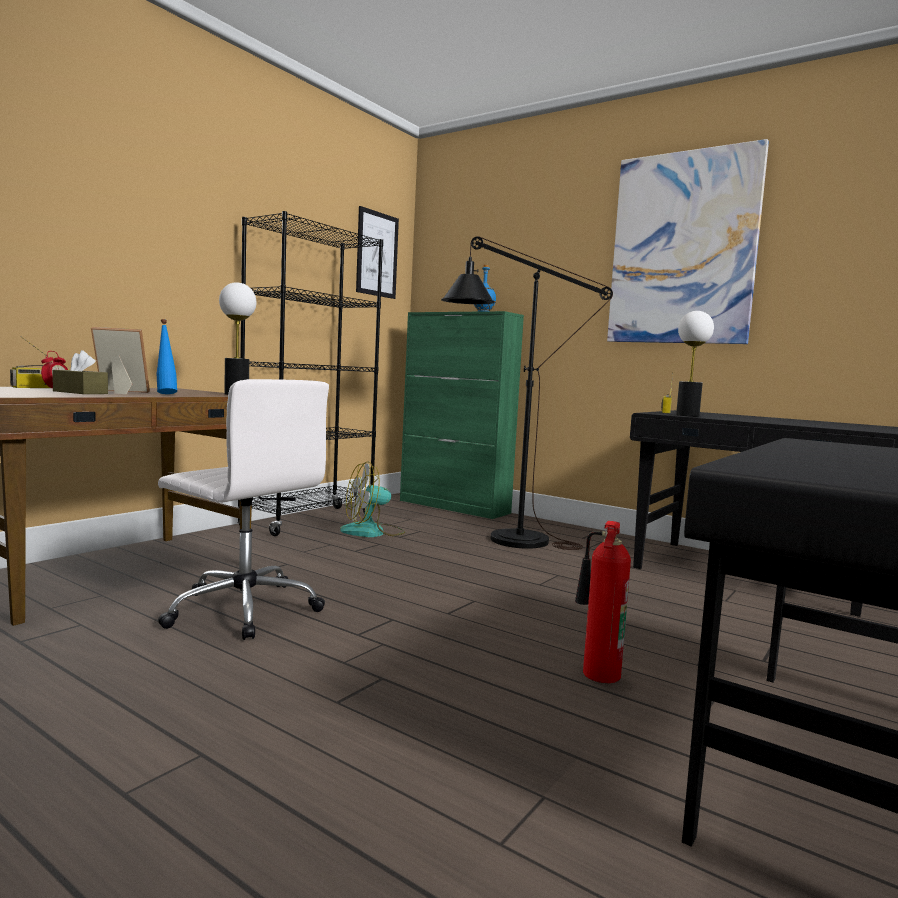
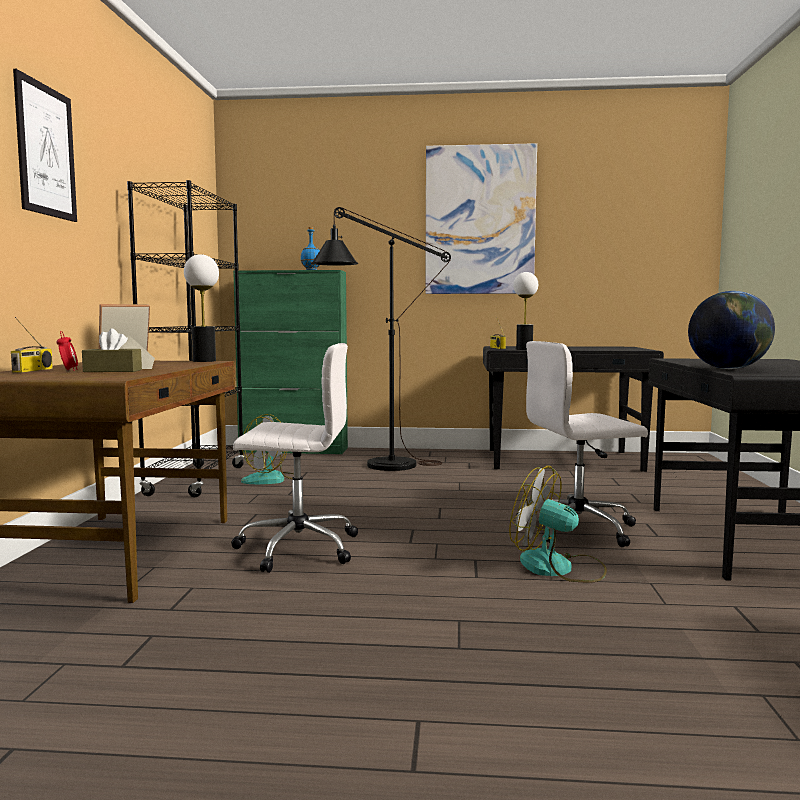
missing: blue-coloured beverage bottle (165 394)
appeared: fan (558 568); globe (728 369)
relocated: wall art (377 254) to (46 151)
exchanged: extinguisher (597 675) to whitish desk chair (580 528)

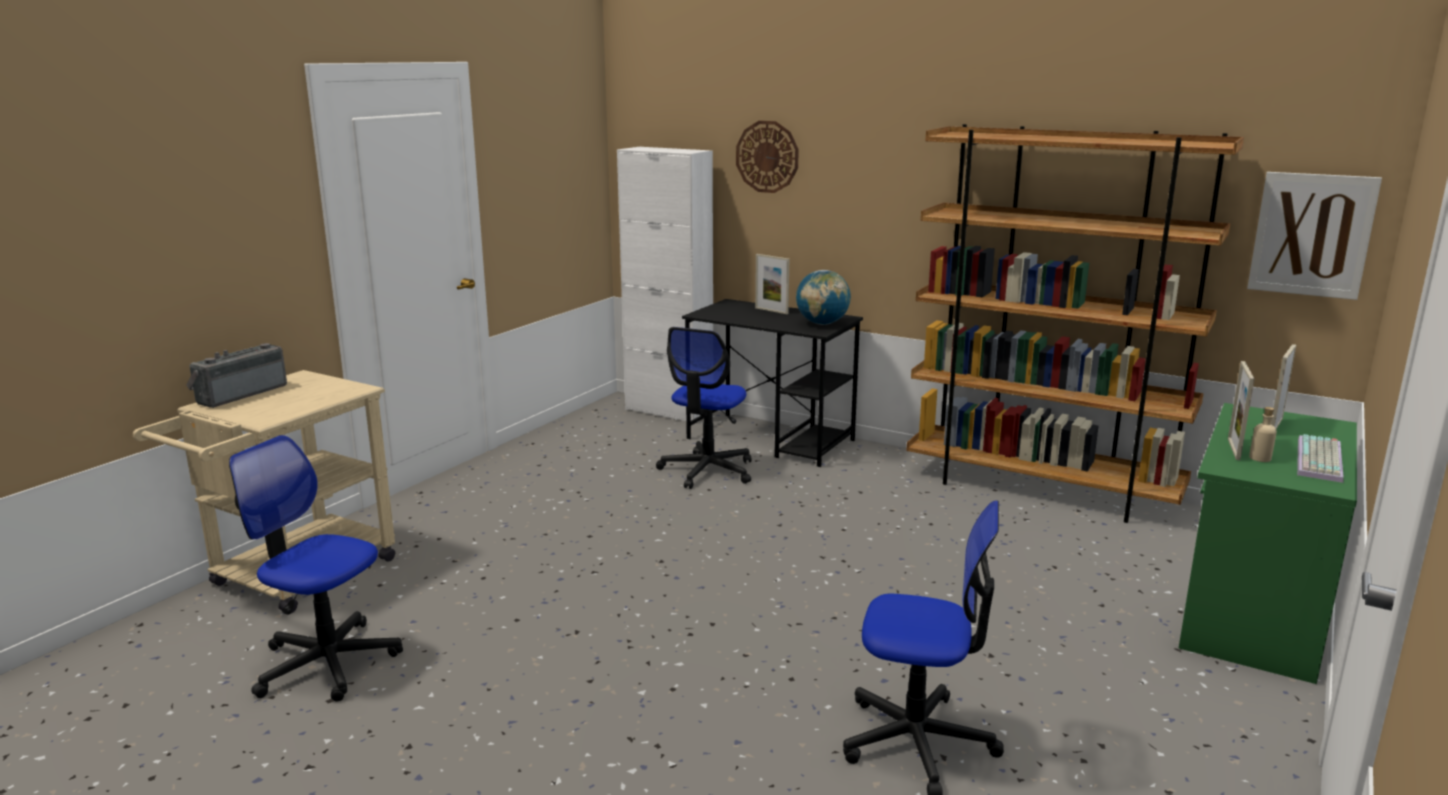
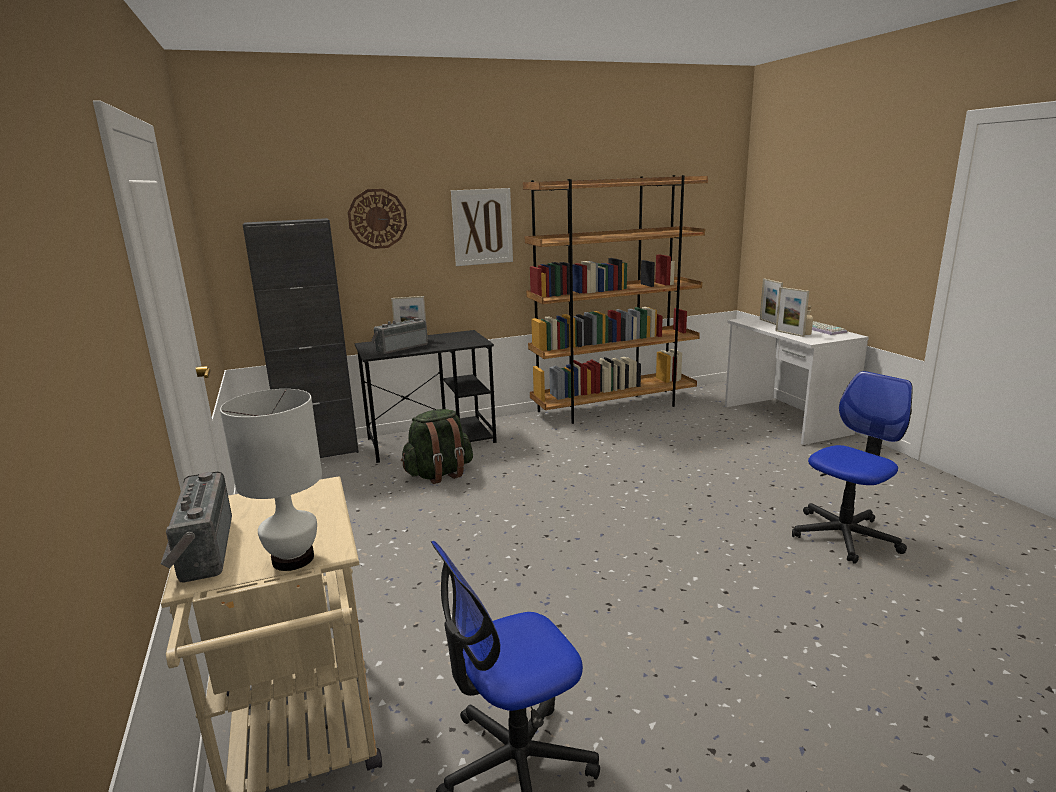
missing: globe (822 324)
appeared: whitish tabletop lamp (294 559); radio receiver (401 348)
relocated: wall art (1311 235) to (482 227)
exchanged: desk chair (707 471) to greenish backpack (439 474)
colour: whitish cabinet (669 411) to black cabinet (320 452); greenish desk table (1251 611) to whitish desk table (784 419)

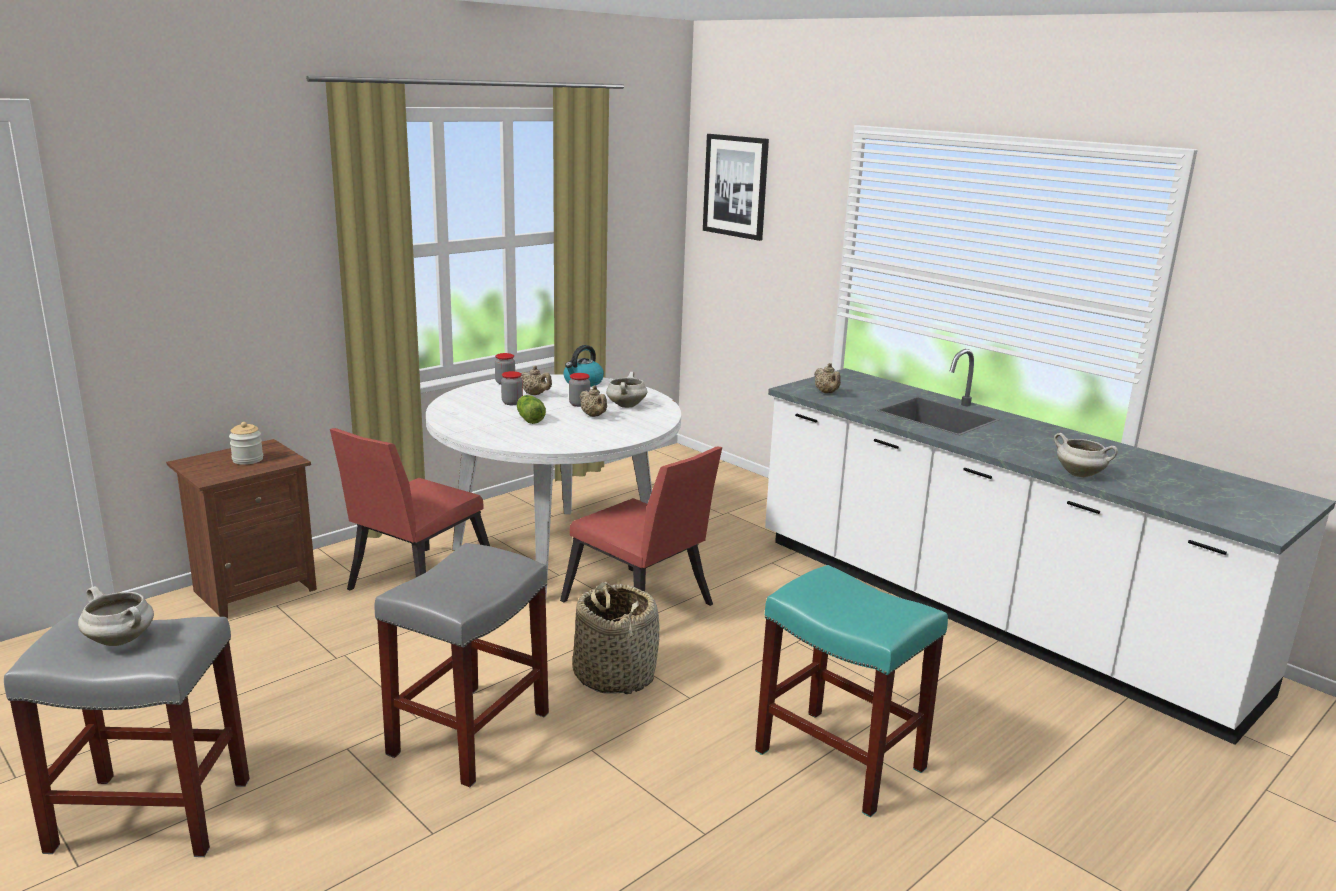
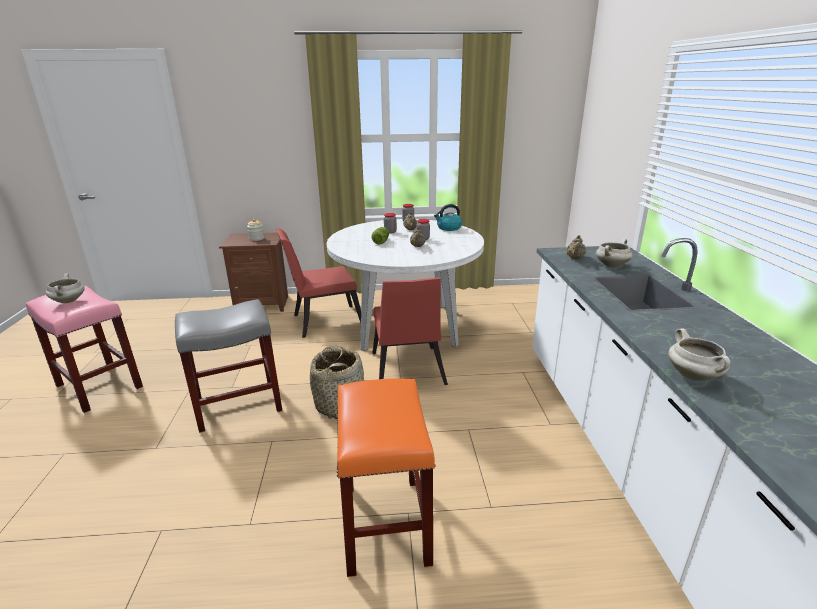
missing: wall art (736 186)
relocated: whitish stockpot (626 405) to (611 265)
colour: greyish stool seat (154 814) to pink-coloured stool seat (100 386); blue-green stool seat (842 760) to orange stool seat (386 525)

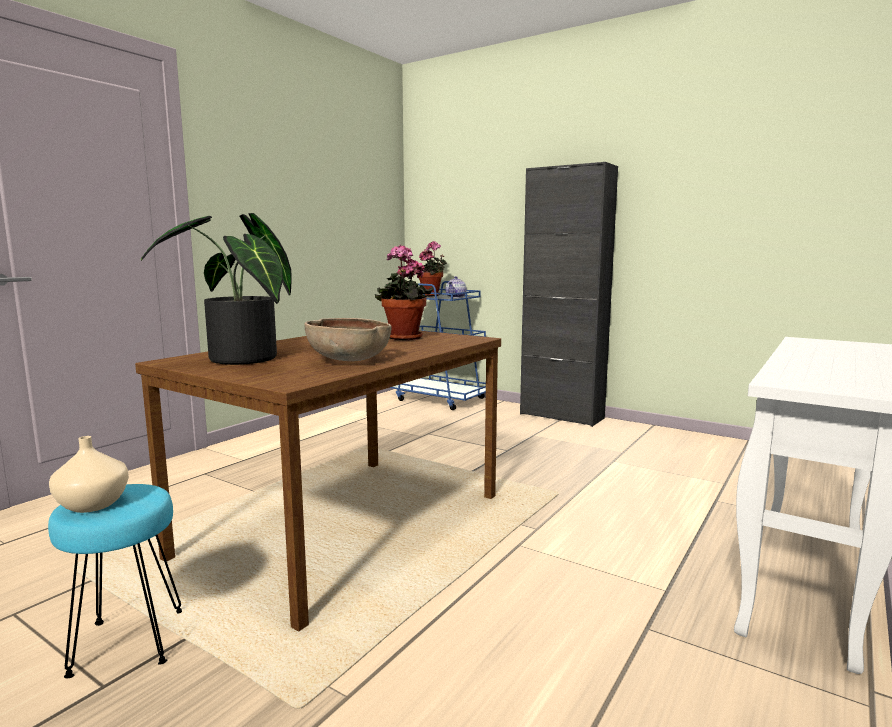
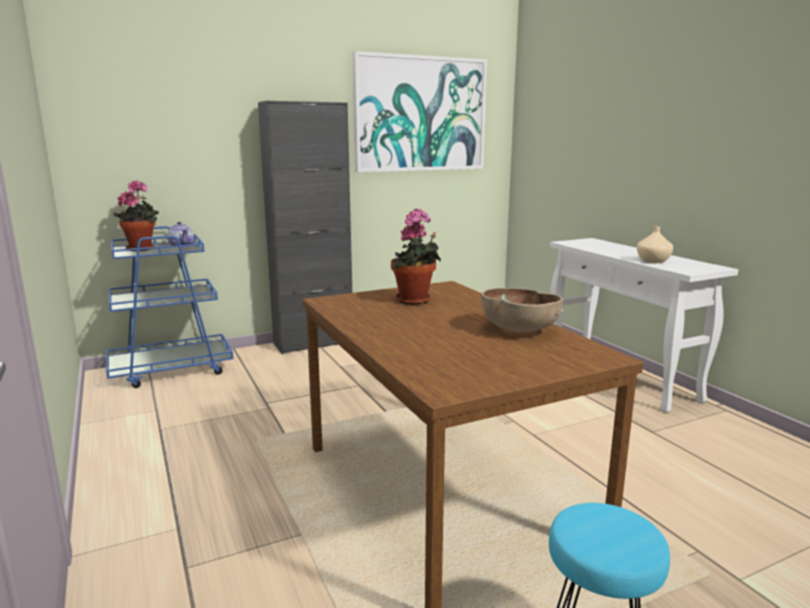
missing: potted plant (241 360)
appeared: wall art (420 114)
relocated: beige-coloured flower vase (93 505) to (653 261)

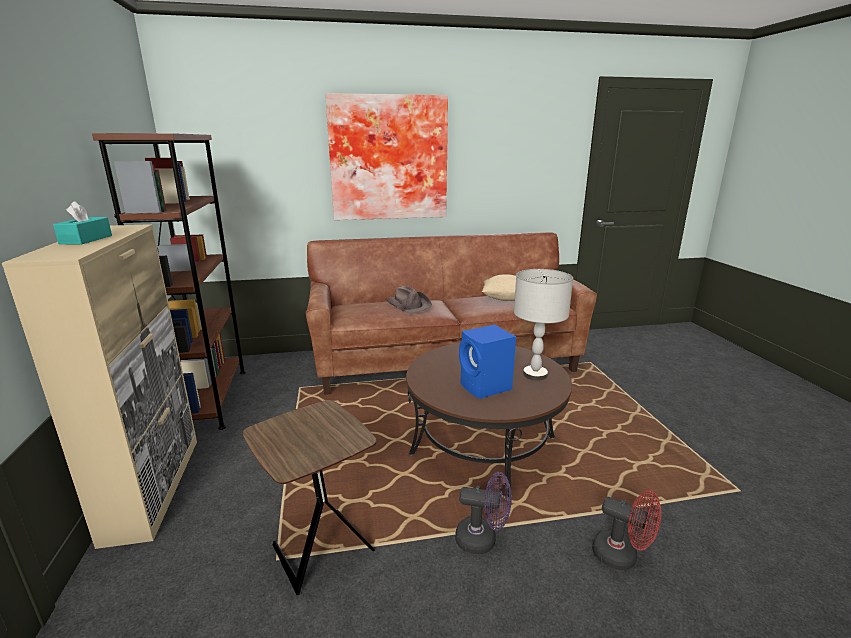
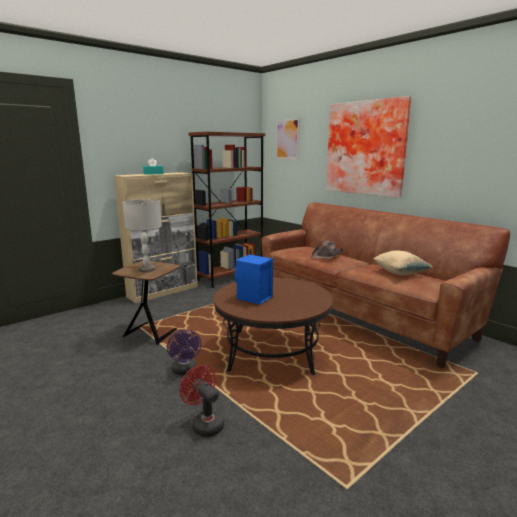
appeared: wall art (287 139)
relocated: greyish tabletop lamp (535 374) to (147 269)
spun: red-coloured fan (622 556) = (204 423) 135 degrees clockwise

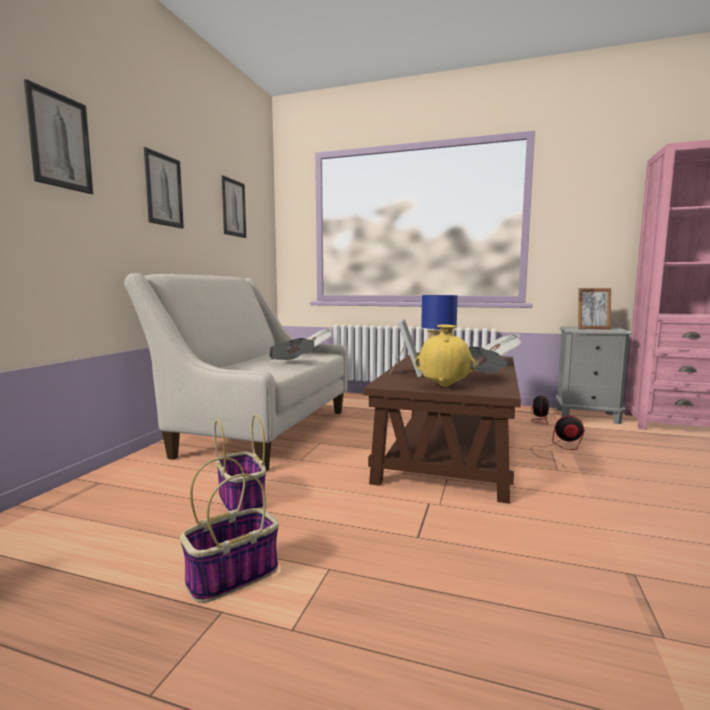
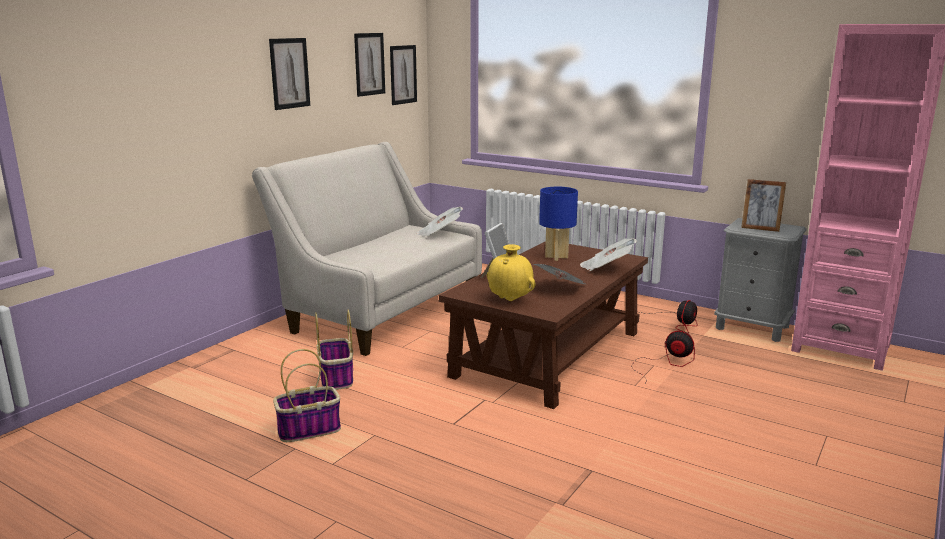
missing: daily paper (292 363)
relocated: wall art (60 141) to (403 74)

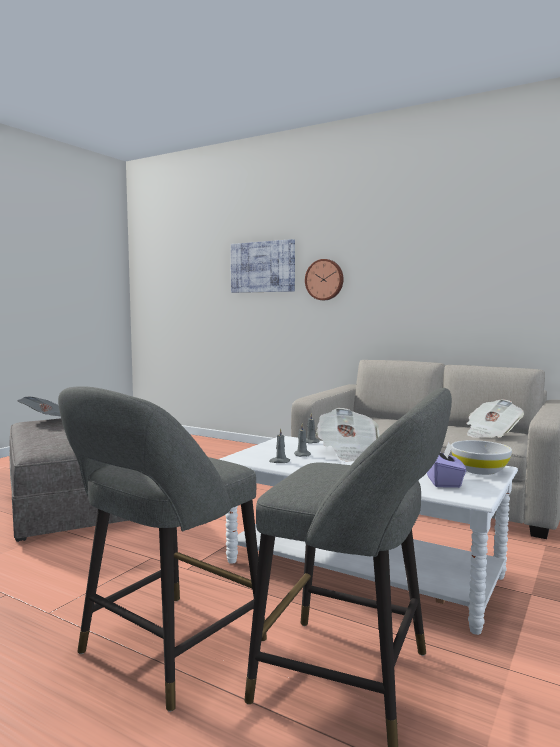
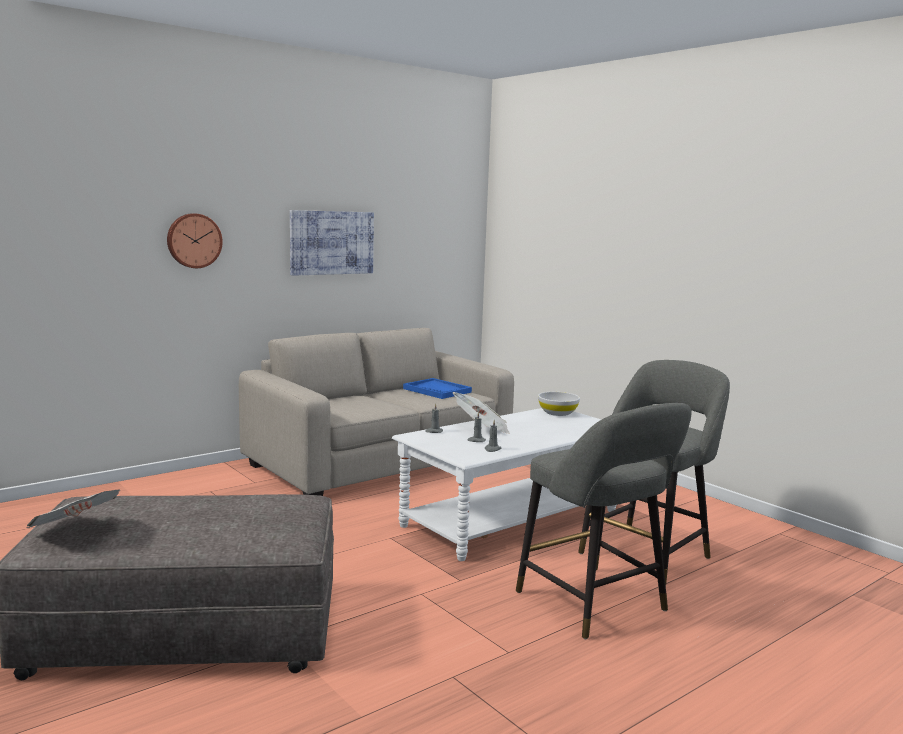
missing: purple tissue box (444 481)
relocated: wall art (262 267) to (331 242)
exchanged: daily paper (491 434) to blue-coloured carrying tray (437 390)

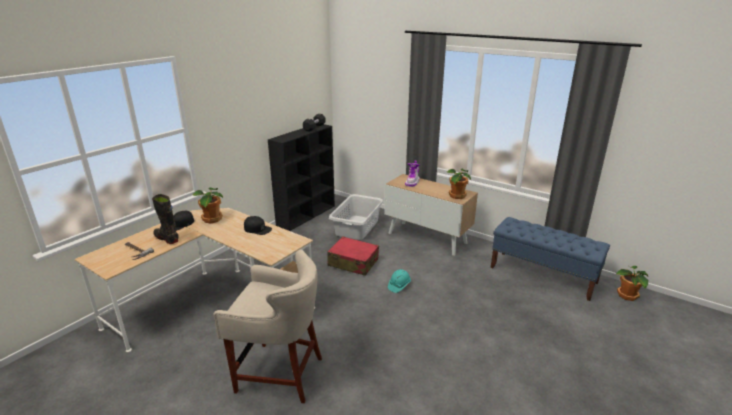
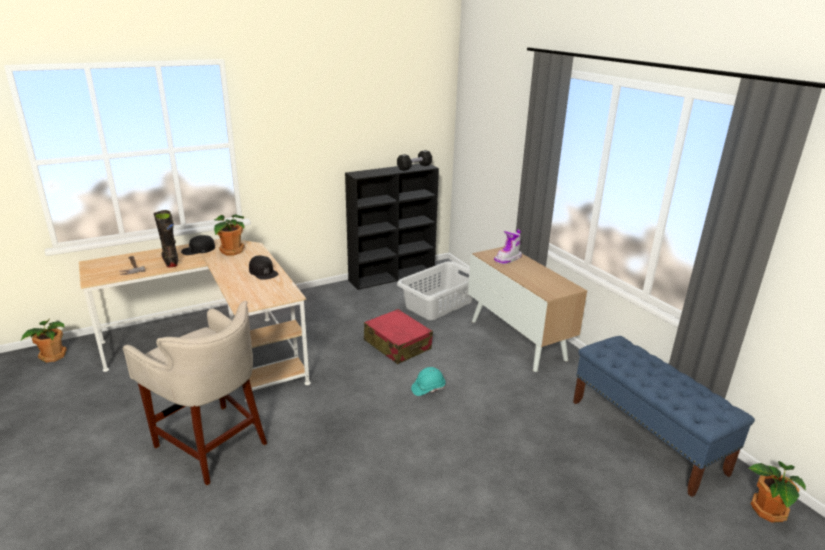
relocated: potted plant (456 196) to (52 356)

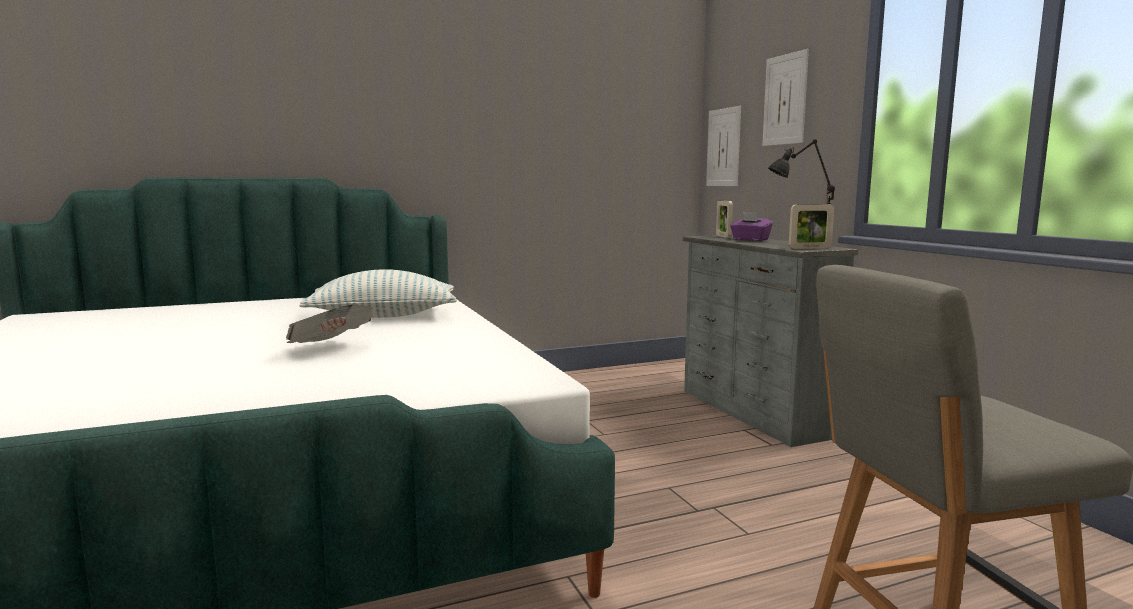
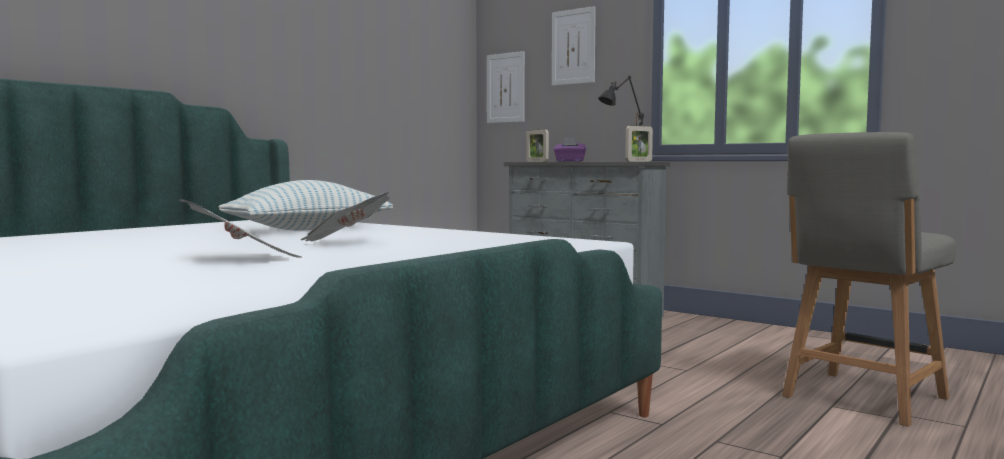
appeared: daily paper (243 260)

